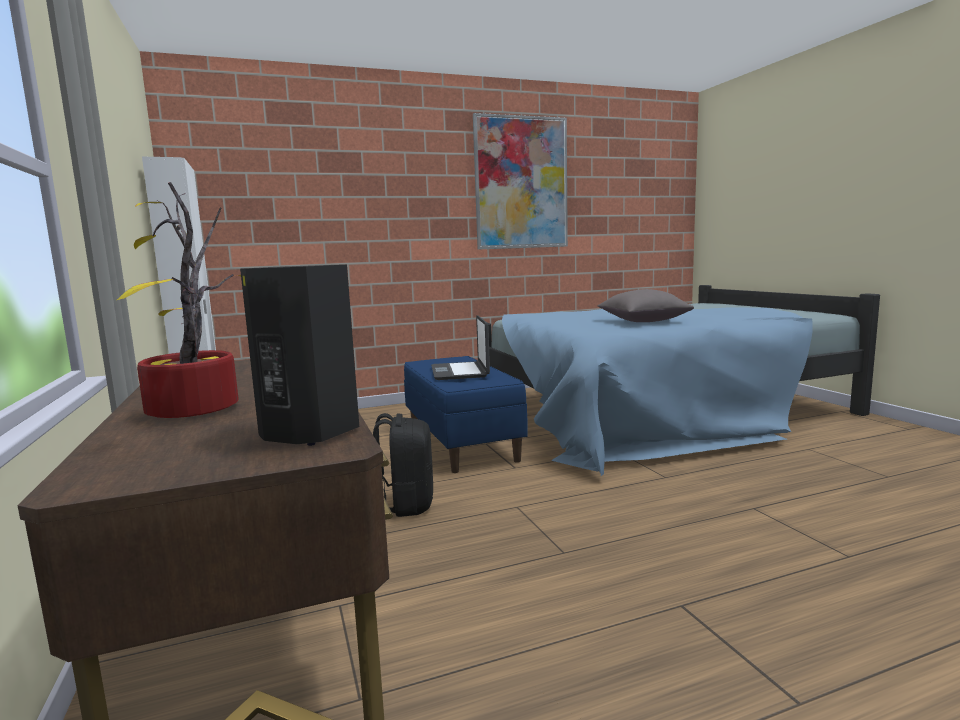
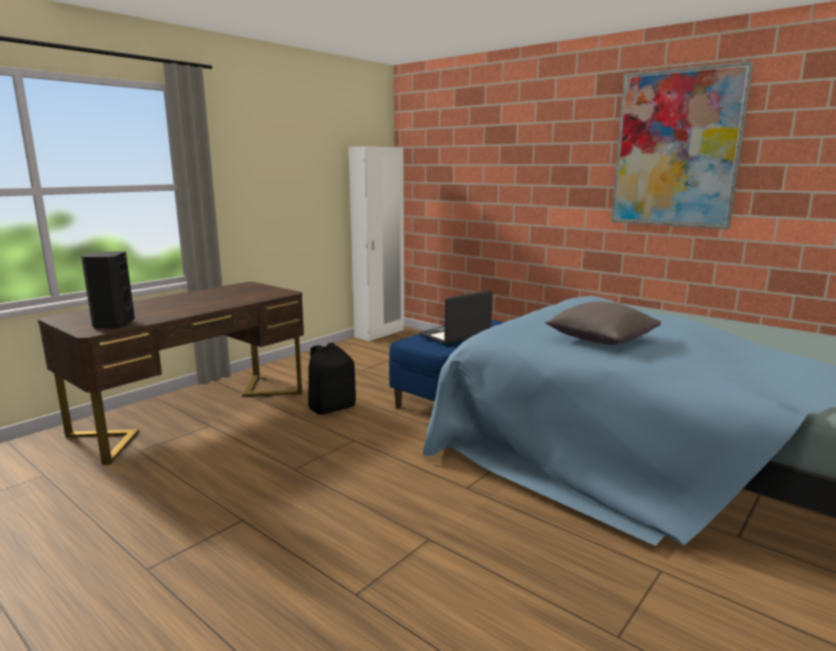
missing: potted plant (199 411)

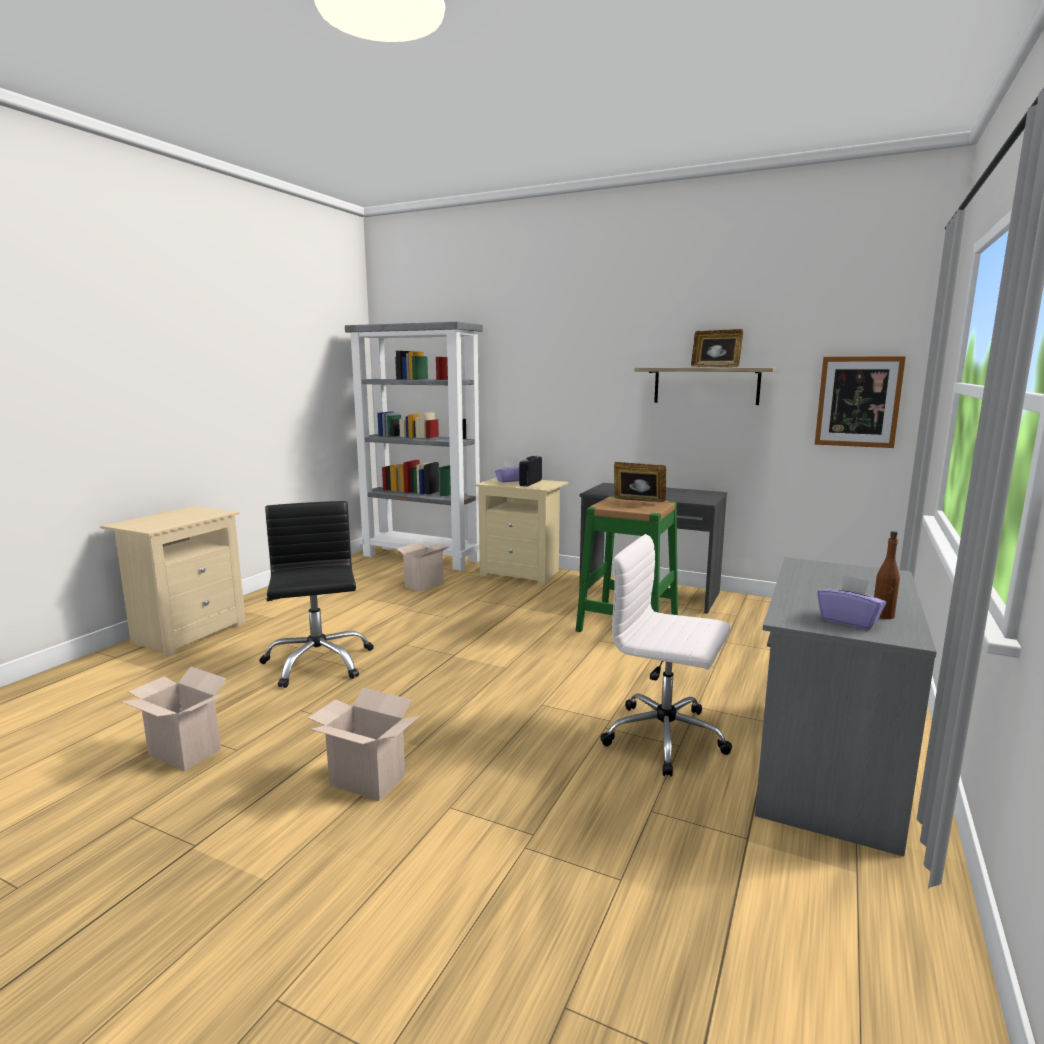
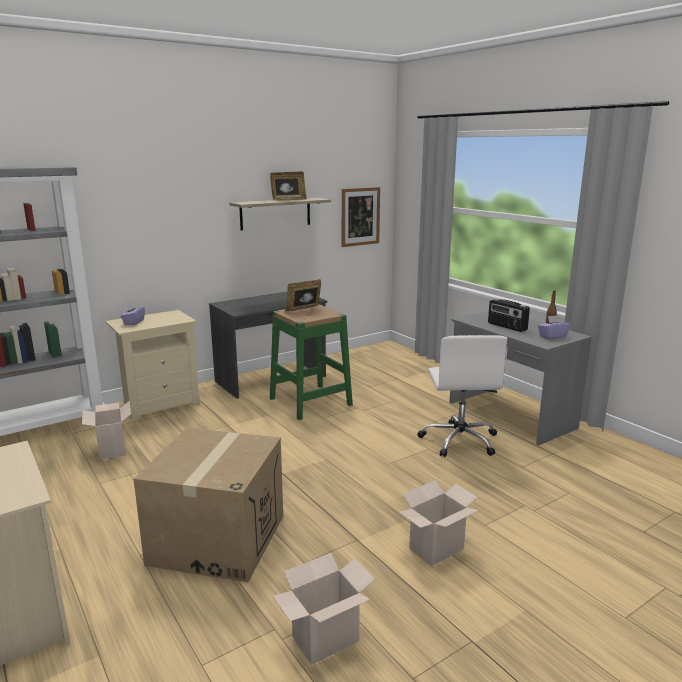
relocated: radio receiver (530 483) to (506 327)
exchanged: black desk chair (317 662) to packing box (217 539)
spun: whitish desk chair (667 738) = (459 440) 60 degrees counterclockwise

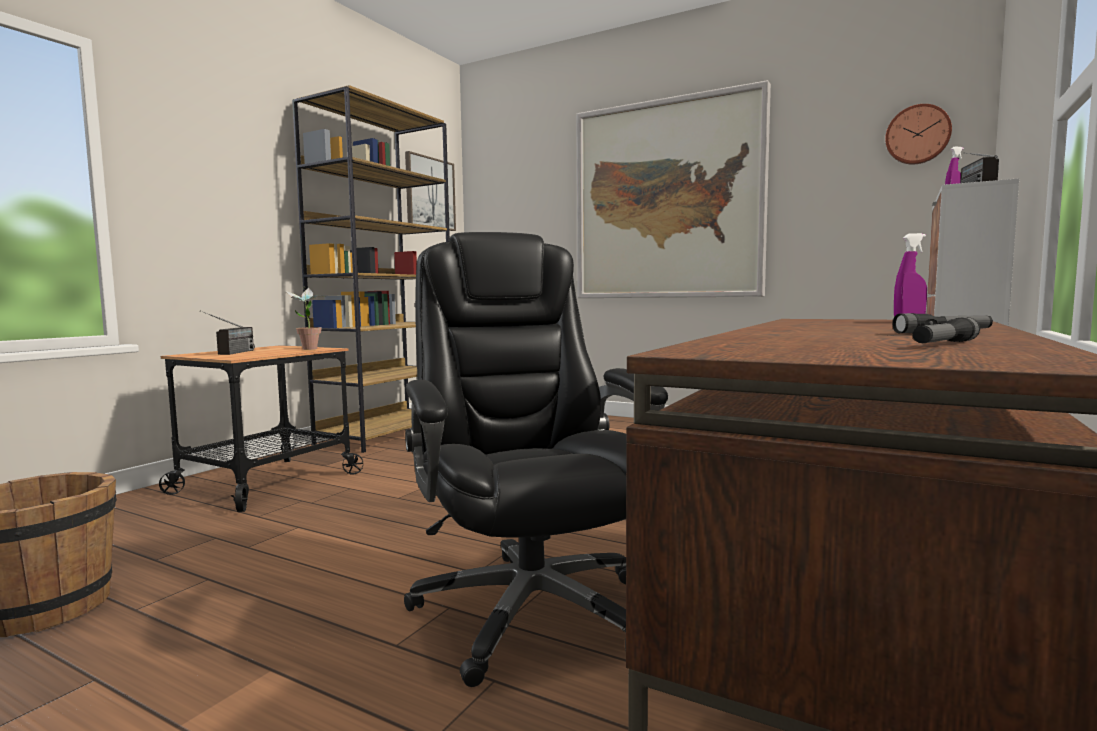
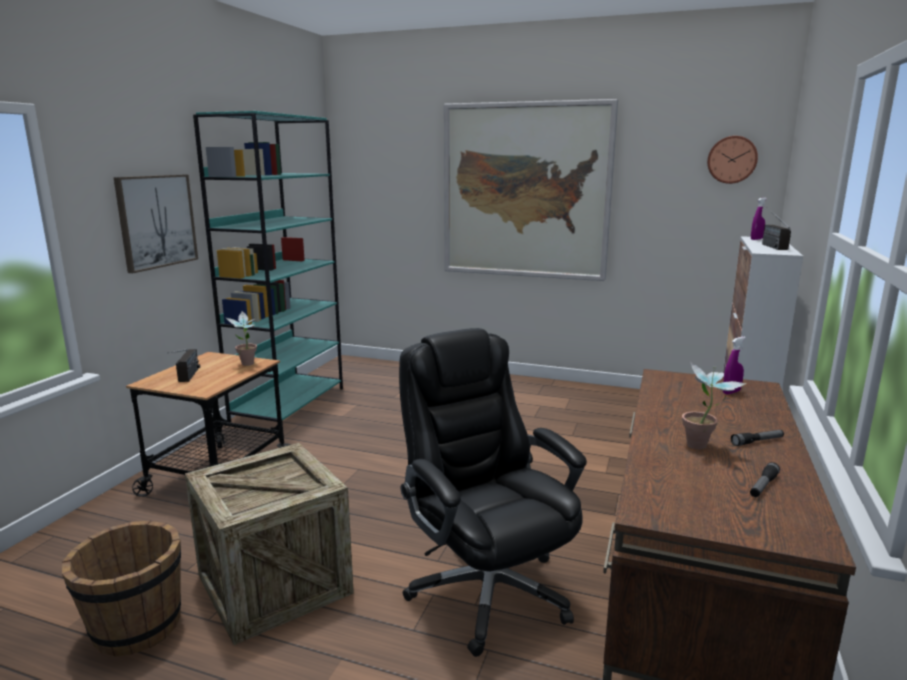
appeared: shipping crate (274 584); potted plant (703 448)
relocated: wall art (429 193) to (156 221)
colour: brown bookshelf (388 433) to blue-green bookshelf (289 404)

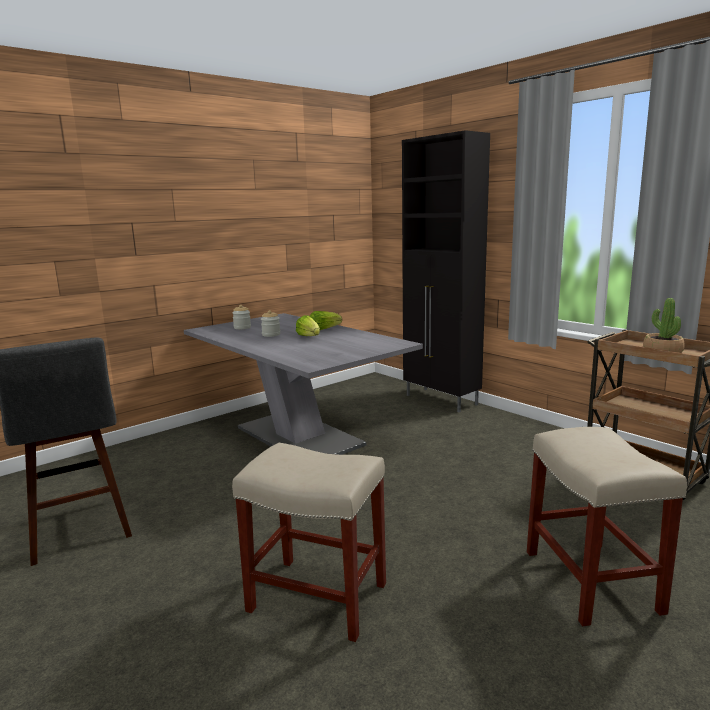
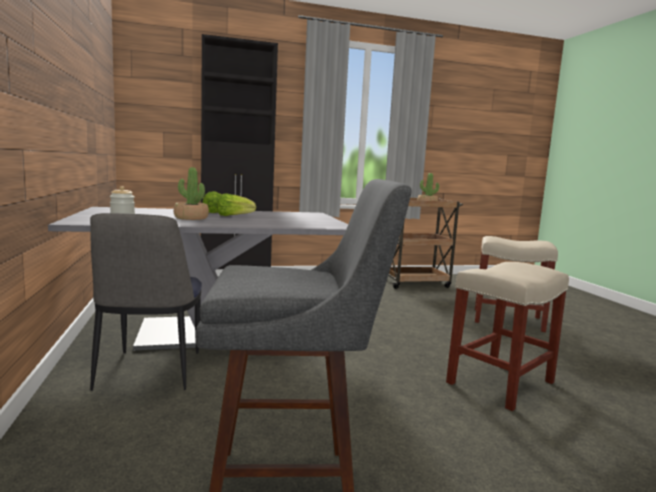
appeared: chair (149 372)
exchanged: preserve jar (271 335) to potted plant (191 218)

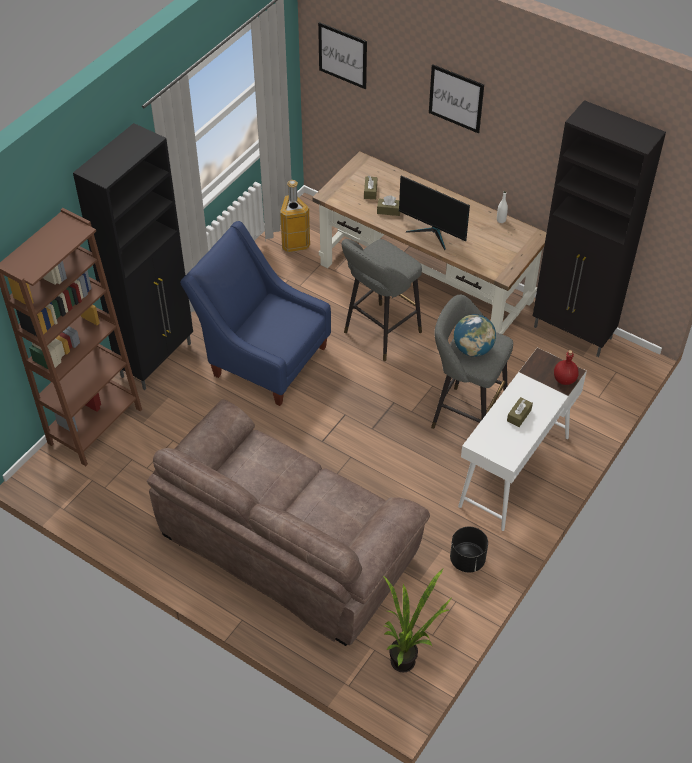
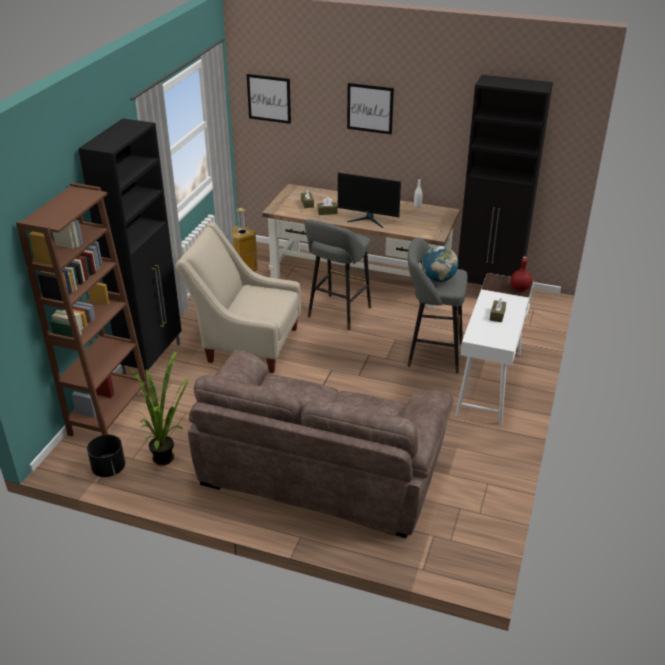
relocated: potted plant (408 661) to (168 457); black flower pot (467 560) to (108 469)
colour: blue-coloured lounge chair (262 357) to beige-coloured lounge chair (245 343)

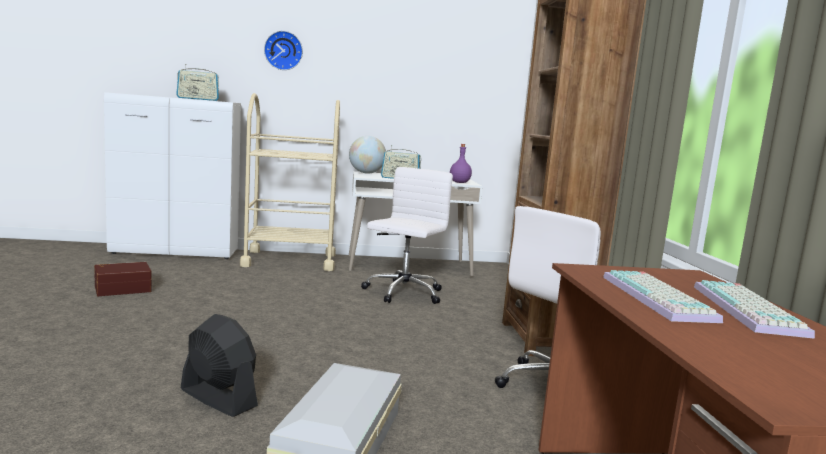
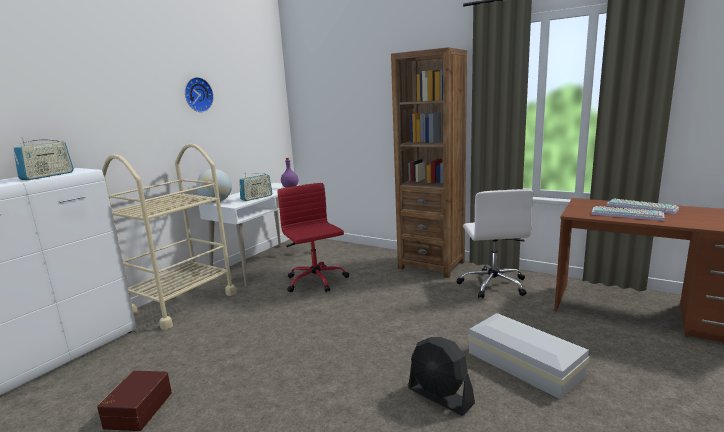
relocated: wall clock (283 51) to (197 94)
colour: whitish desk chair (403 293) to red-coloured desk chair (316 281)
spun: black fan (218 398) = (440 396) 120 degrees counterclockwise

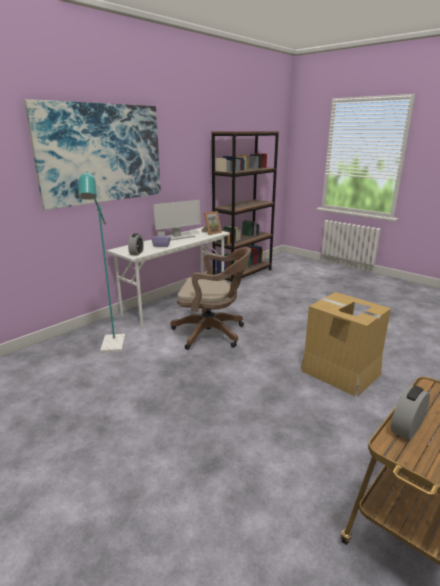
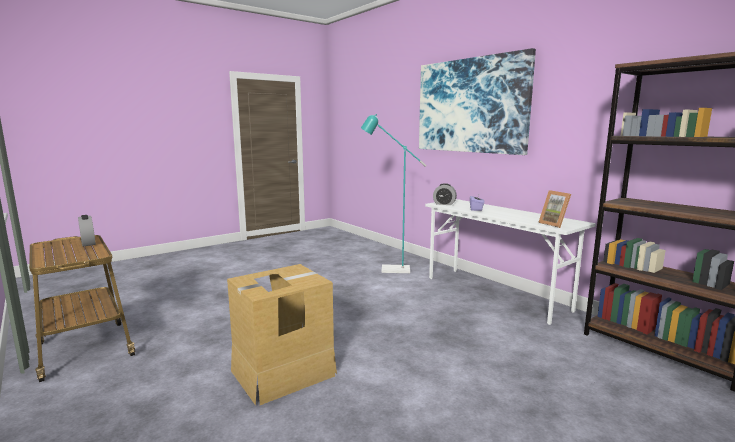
missing: computer screen (177 237); brown desk chair (212 333)

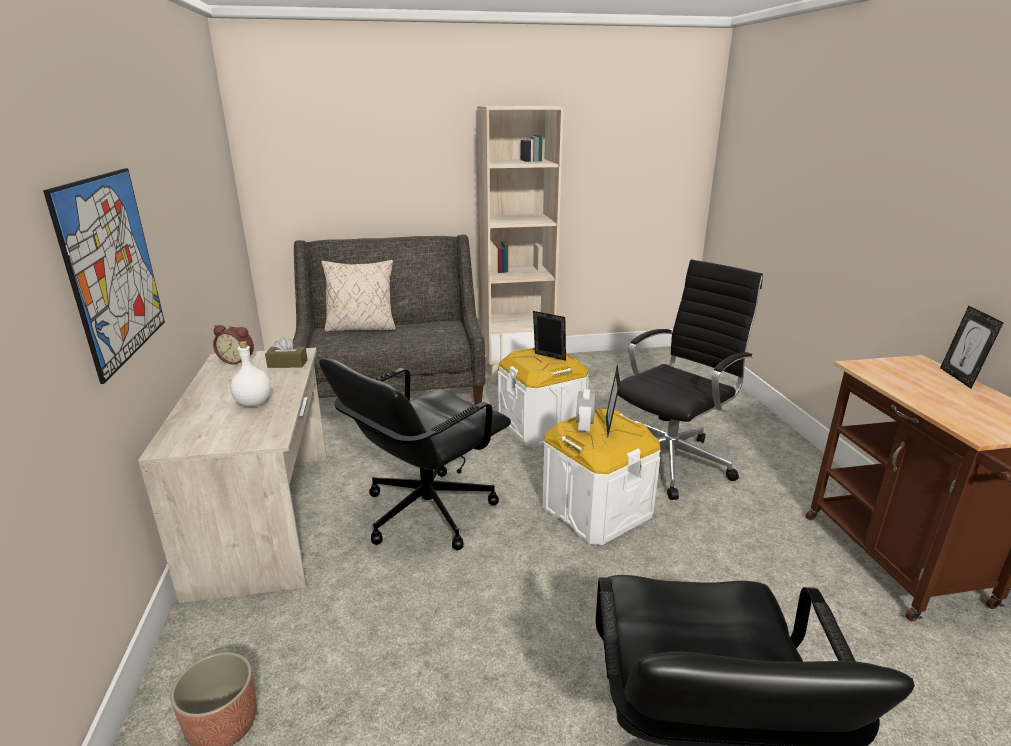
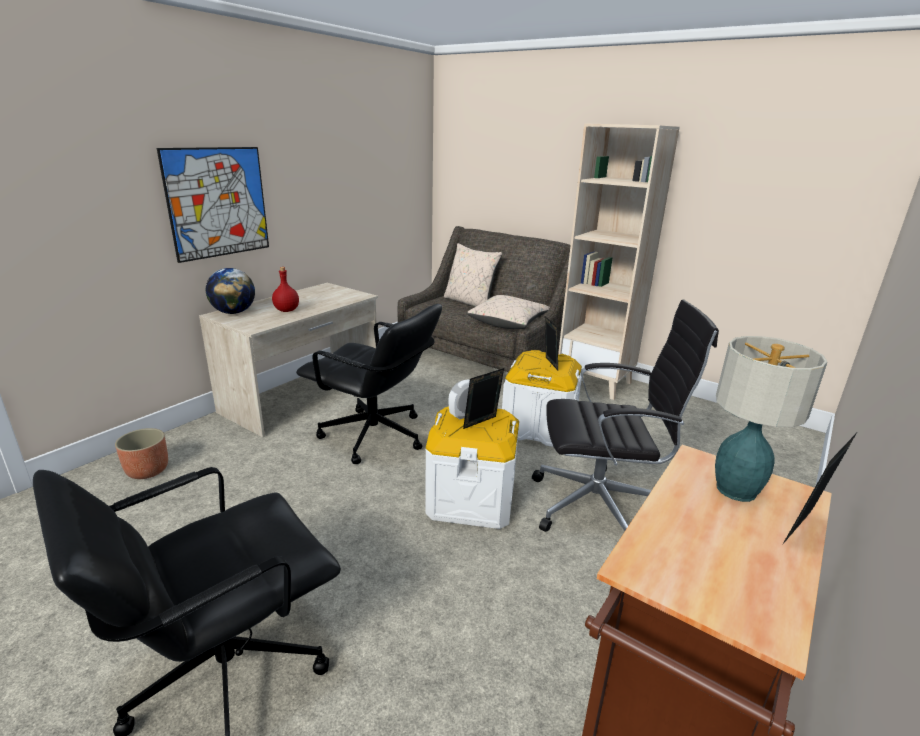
missing: table clock (238 360); brown tissue box (287 364)
appeared: globe (234 312); beige-coloured cushion (508 323); tabletop lamp (737 490)
colour: whitish beverage bottle (254 403) to red-coloured beverage bottle (286 310)
spun: black desk chair (426 511) = (374 436) 150 degrees counterclockwise

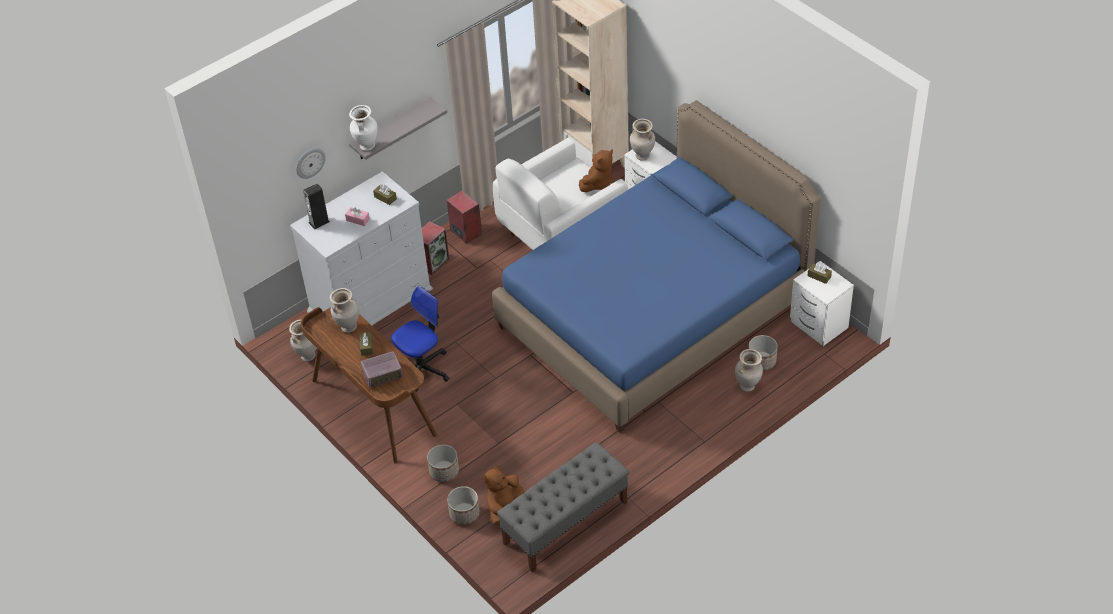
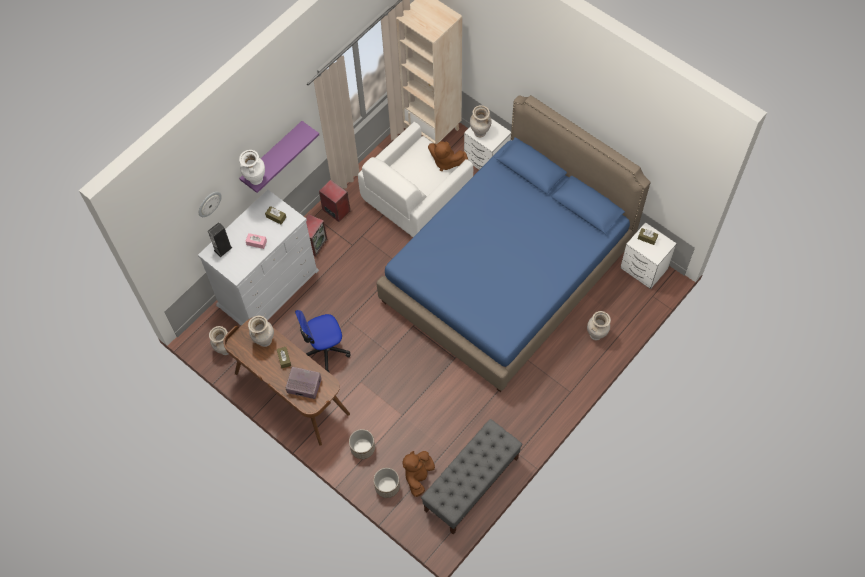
missing: flower pot (762 361)
colour: greyish bracket shelf (391 130) to purple bracket shelf (272 155)
spun: radio receiver (383 375) = (304 385) 135 degrees counterclockwise; desk chair (422 368) = (325 350) 150 degrees counterclockwise; brown plush toy (598 183) = (445 162) 90 degrees clockwise

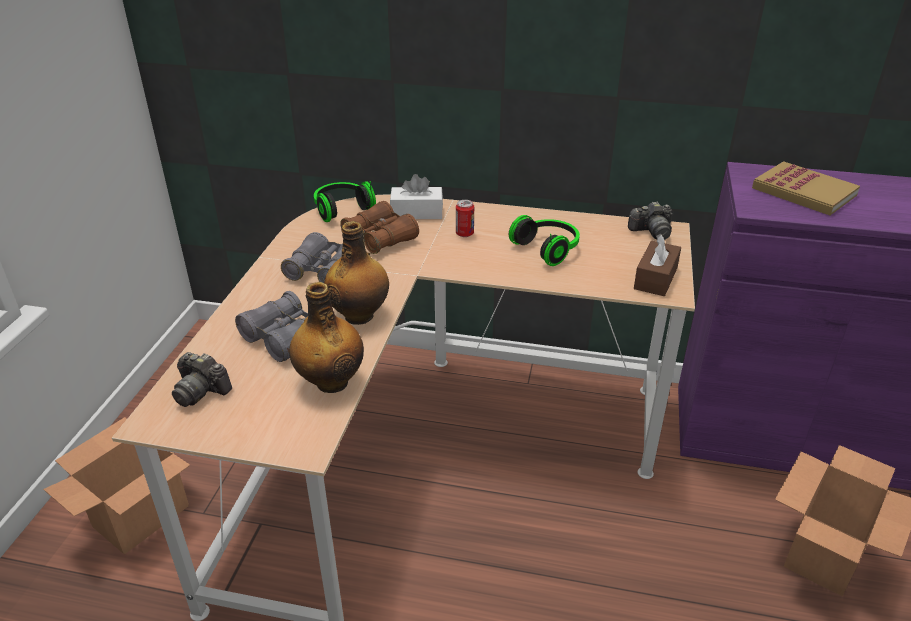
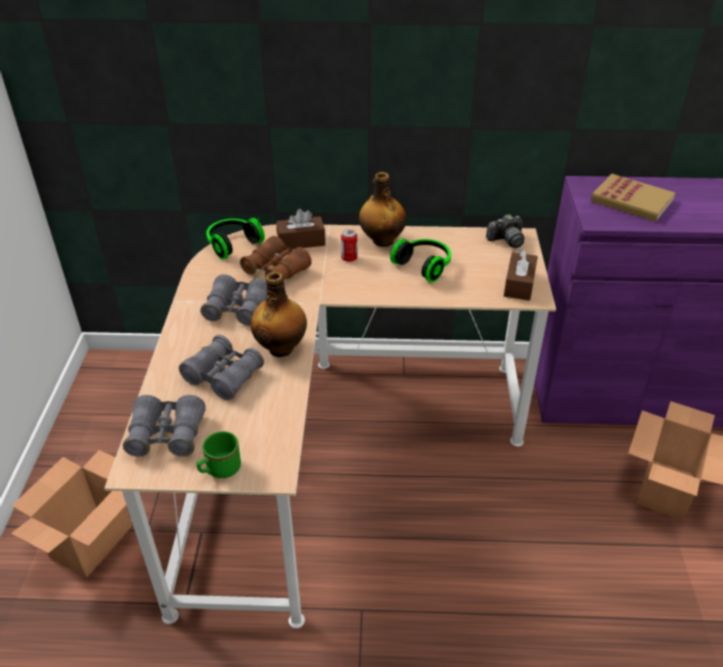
appeared: greenish tea mug (219 470)
relocated: beverage bottle (331 381) to (382 240)
exchanged: still camera (201 391) to greyish binoculars (167 435)
colour: whitish tissue box (417 213) to brown tissue box (301 241)

